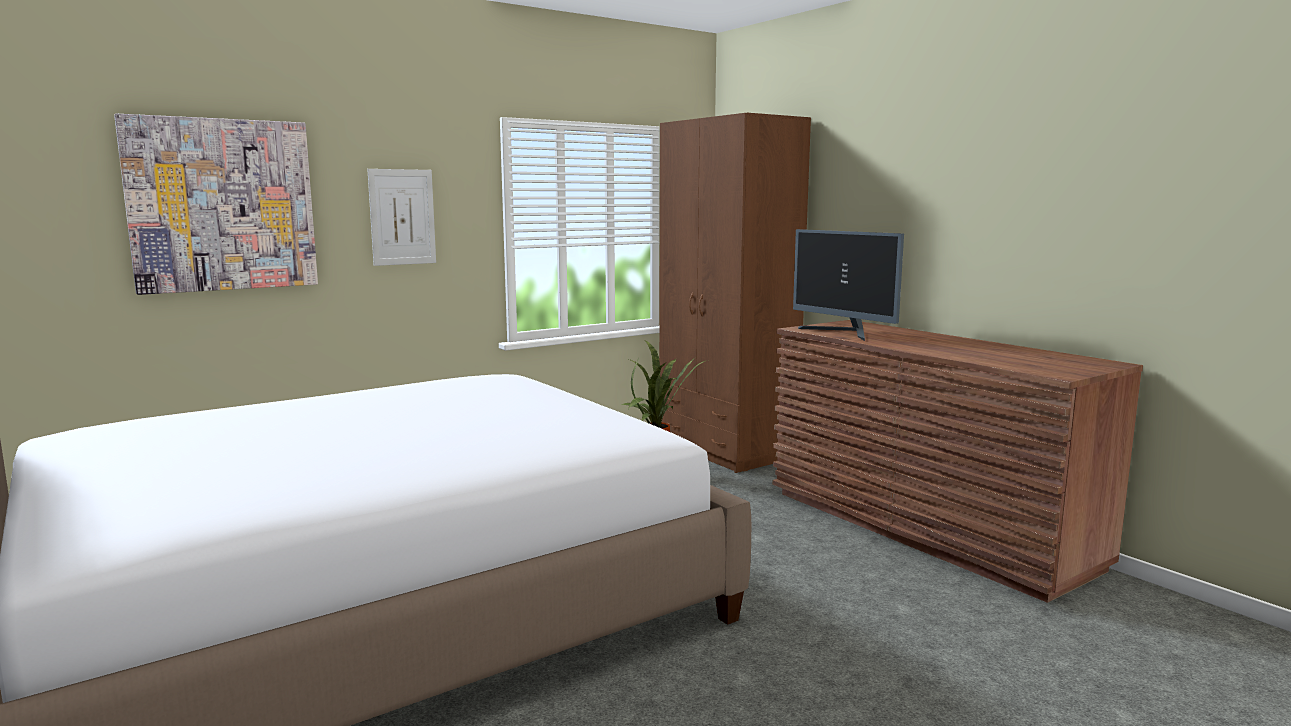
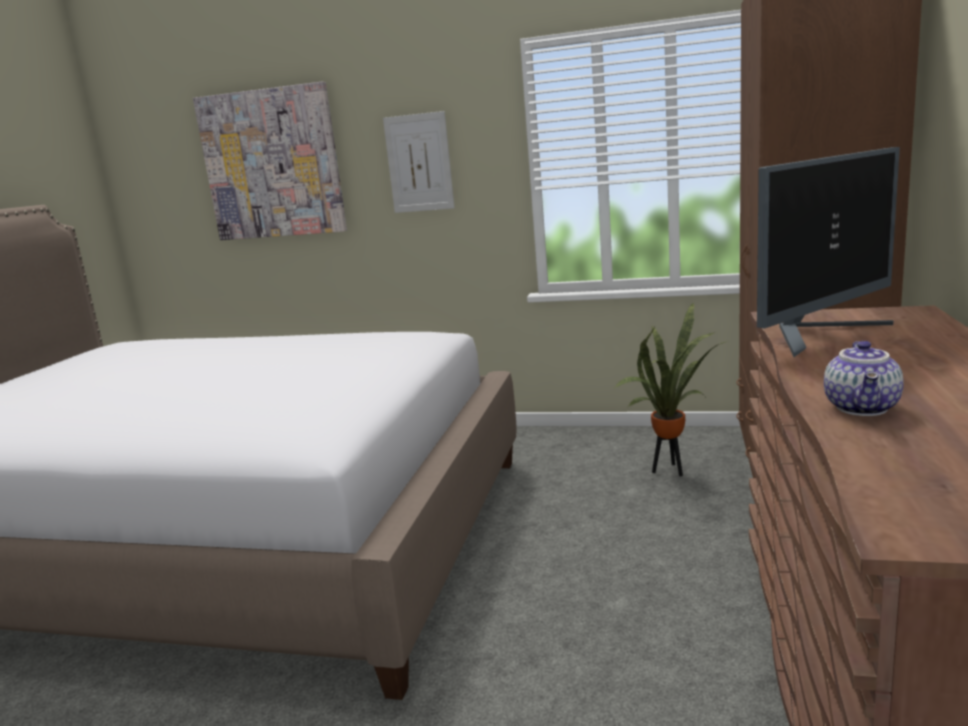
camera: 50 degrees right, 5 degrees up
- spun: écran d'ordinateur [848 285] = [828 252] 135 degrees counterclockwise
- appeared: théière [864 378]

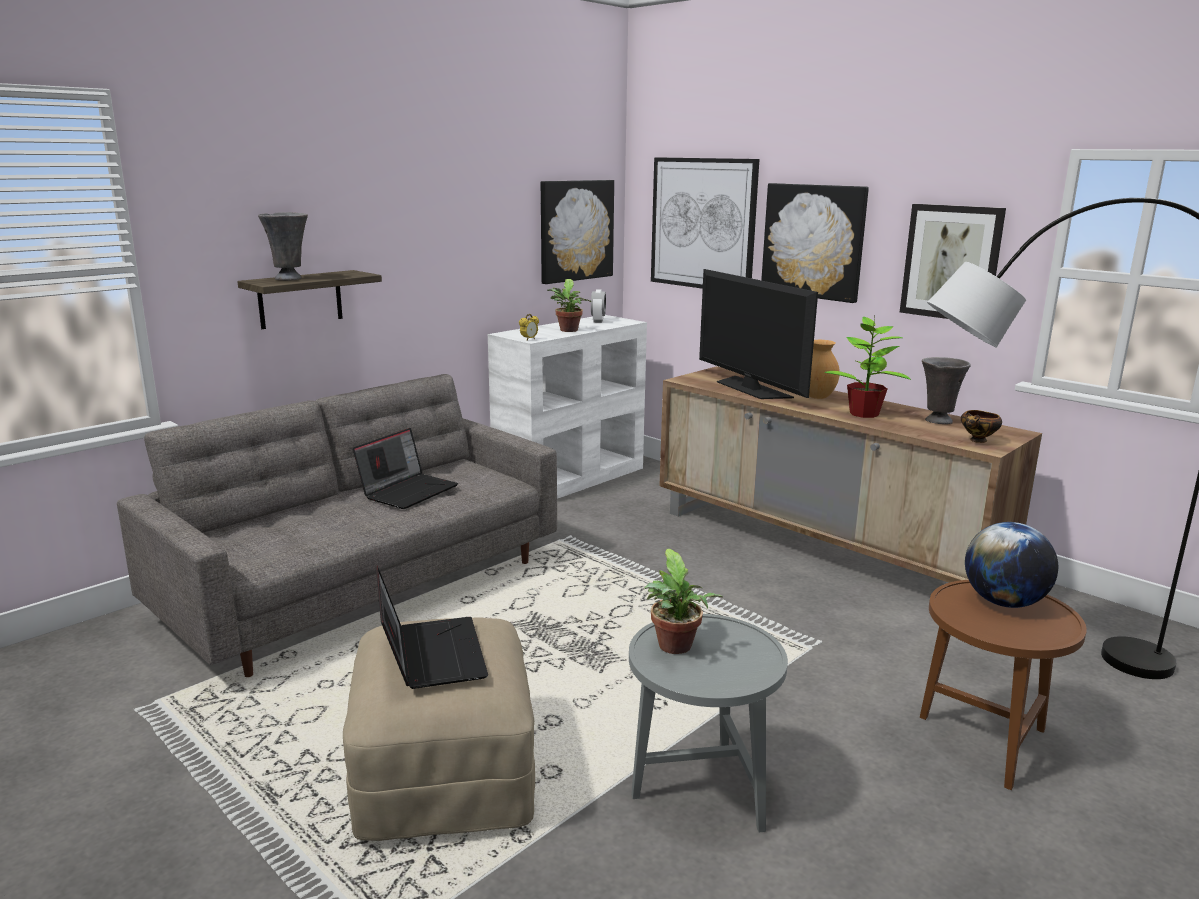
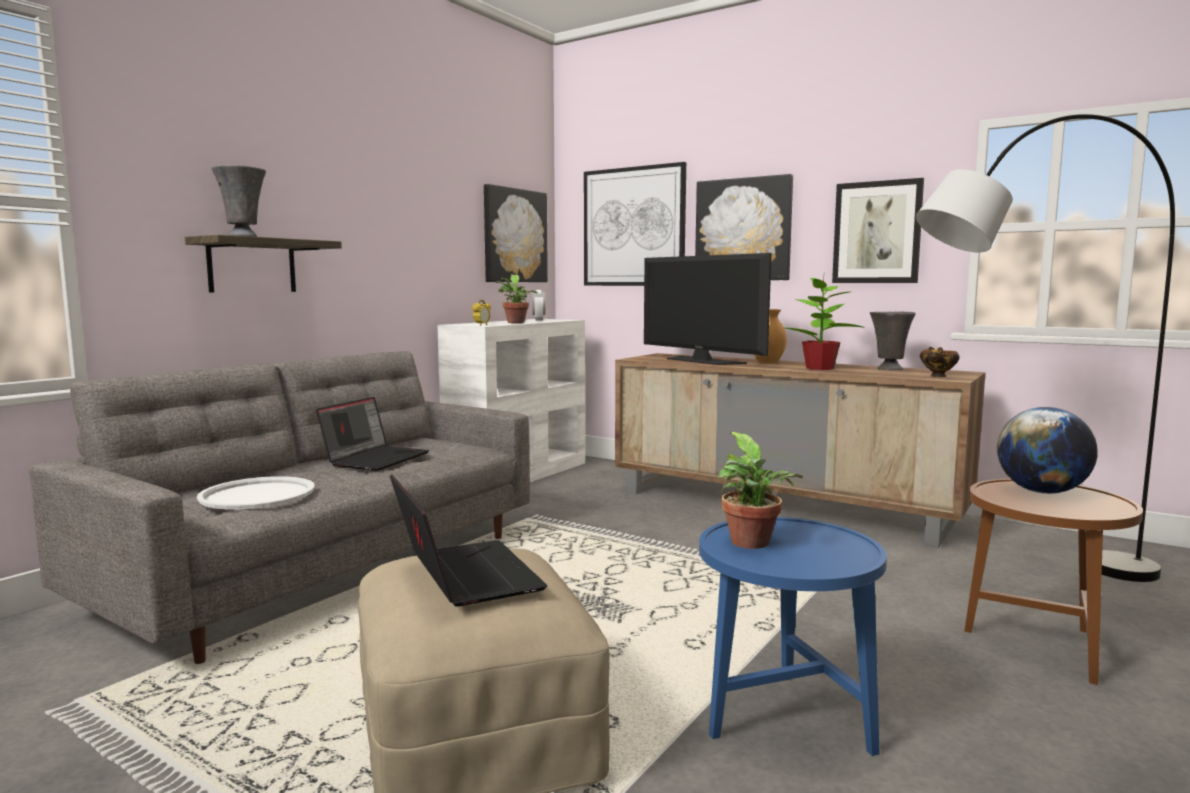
camera: 10 degrees left, 10 degrees down
- colour: table d'appoint [gris] [708 723] to table d'appoint [bleu] [793 636]
- appeared: plateau [blanc] [256 492]

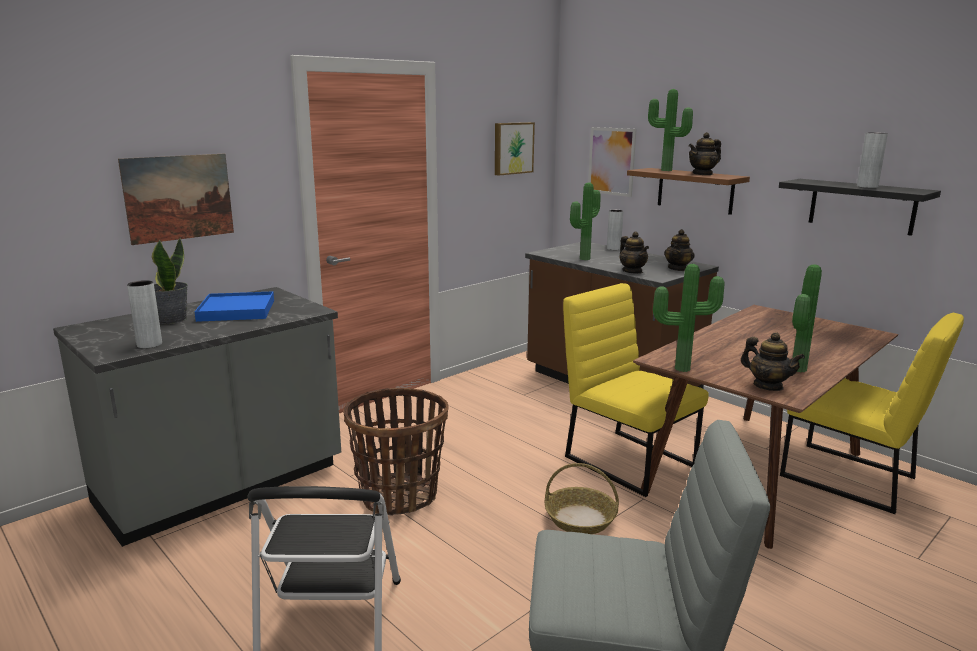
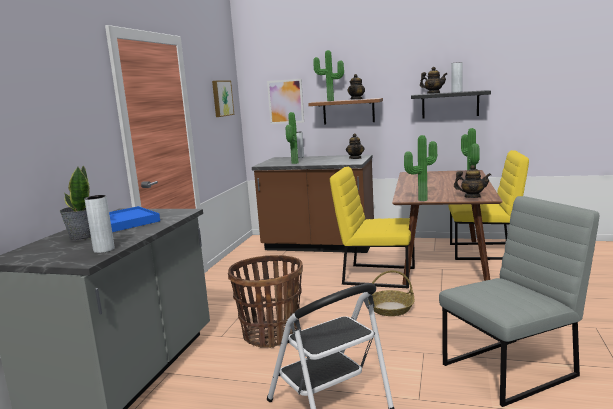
camera: 30 degrees left, 5 degrees down
- missing: tableau [176 199]
- relocated: théière [634 253] to [433 80]

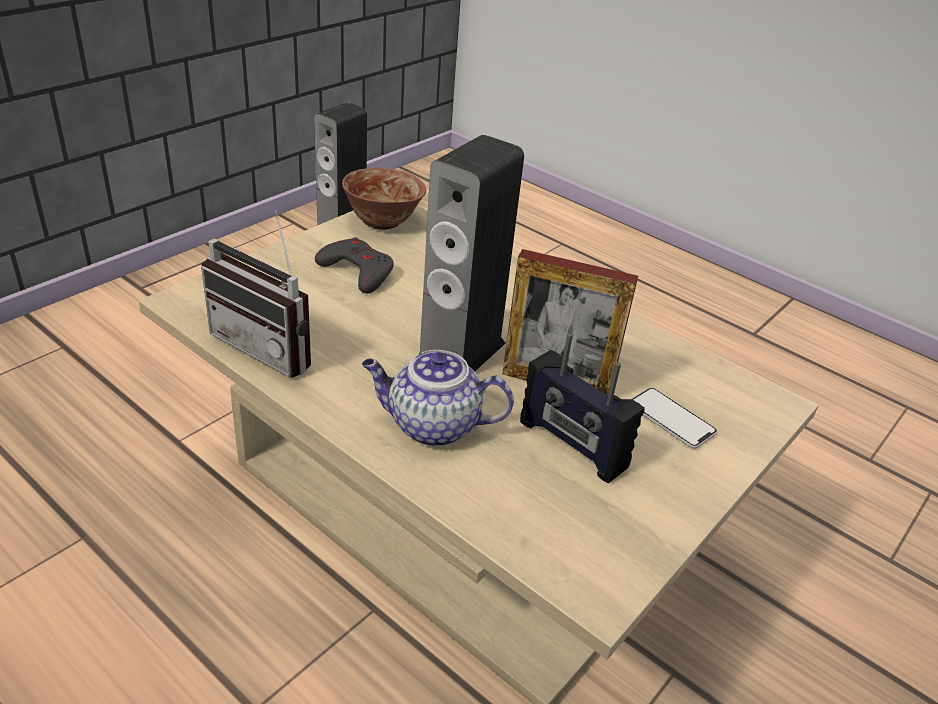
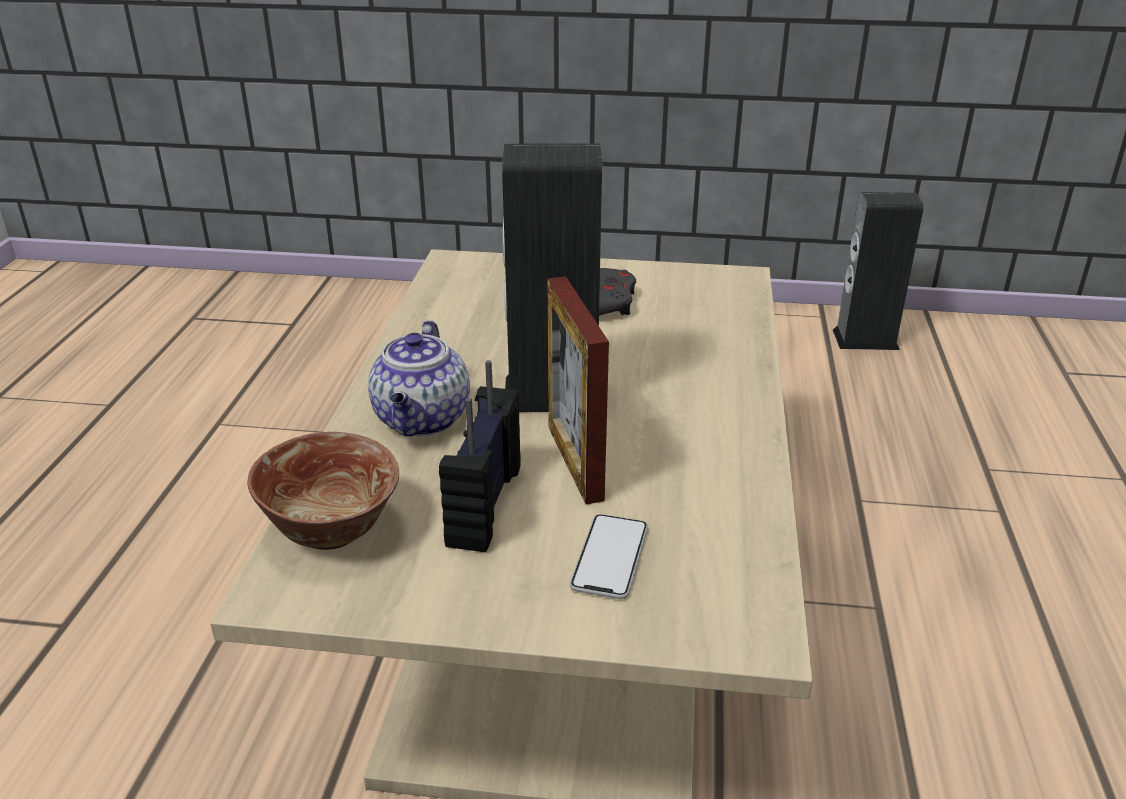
camera: 60 degrees right, 5 degrees down
- missing: radio [256 294]
- relocated: bol [384 199] to [323 491]
- spun: théière [438 398] = [419 378] 150 degrees counterclockwise

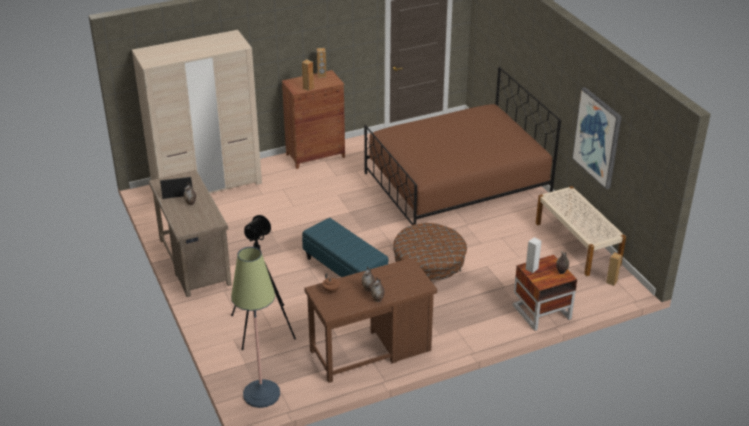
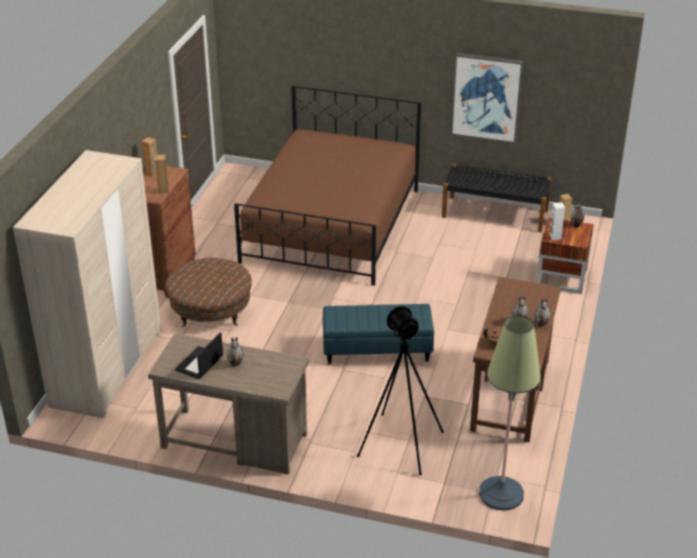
camera: 50 degrees left, 0 degrees up
- relocated: pouf [marron] [430 252] to [208 292]
- colour: banc [beige] [581 231] to banc [noir] [497 198]

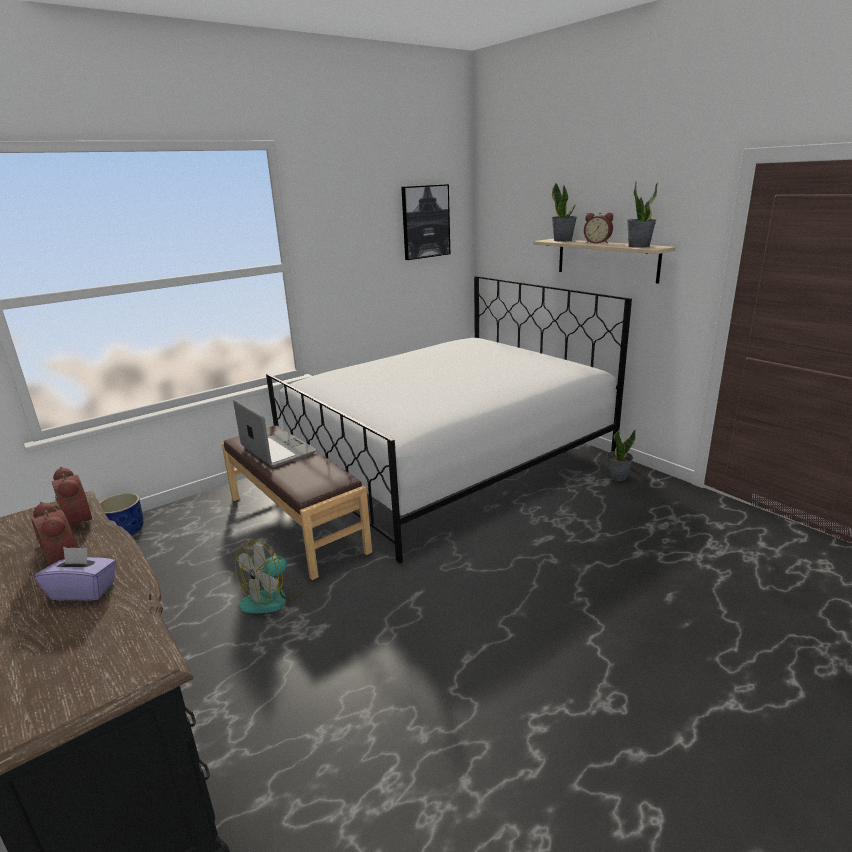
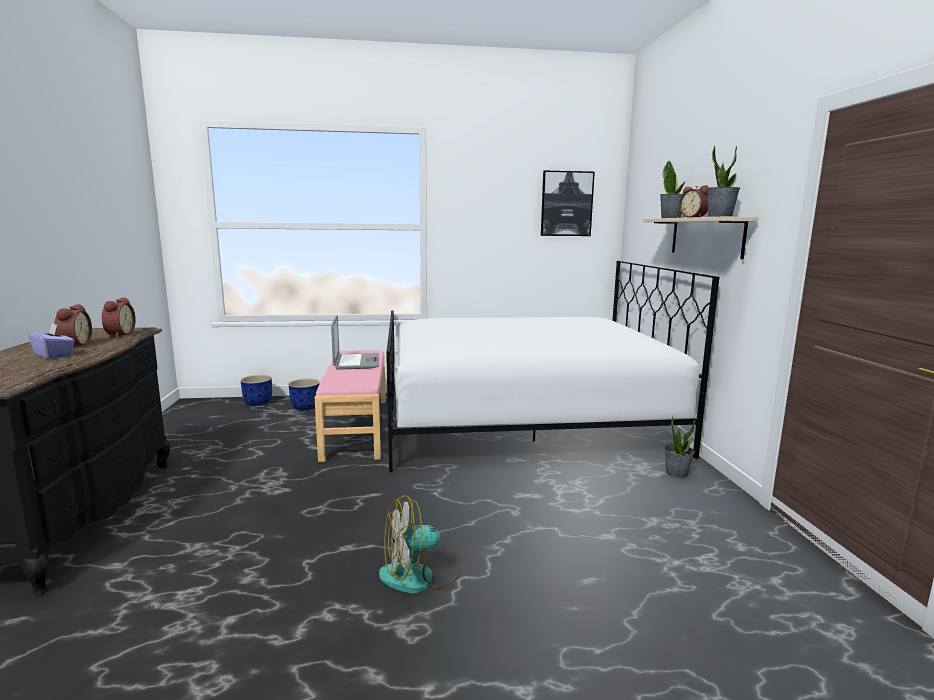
camera: 30 degrees right, 10 degrees down
- colour: banc [marron] [296 502] to banc [rose] [350 406]
- relocated: ventilateur [270 576] to [419 544]
- appeared: cache-pot [bleu] [304 395]

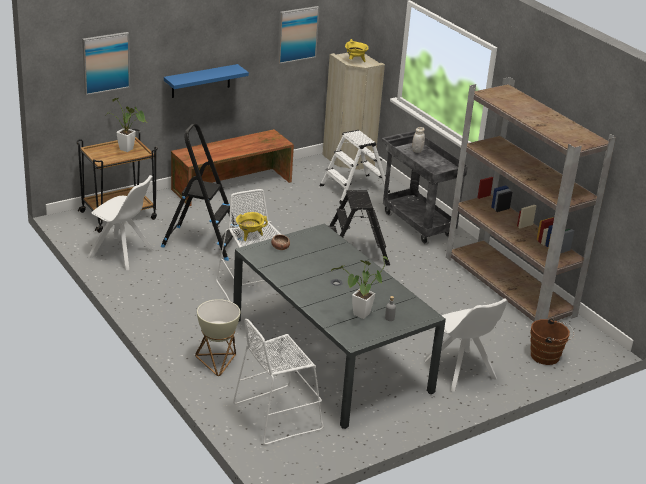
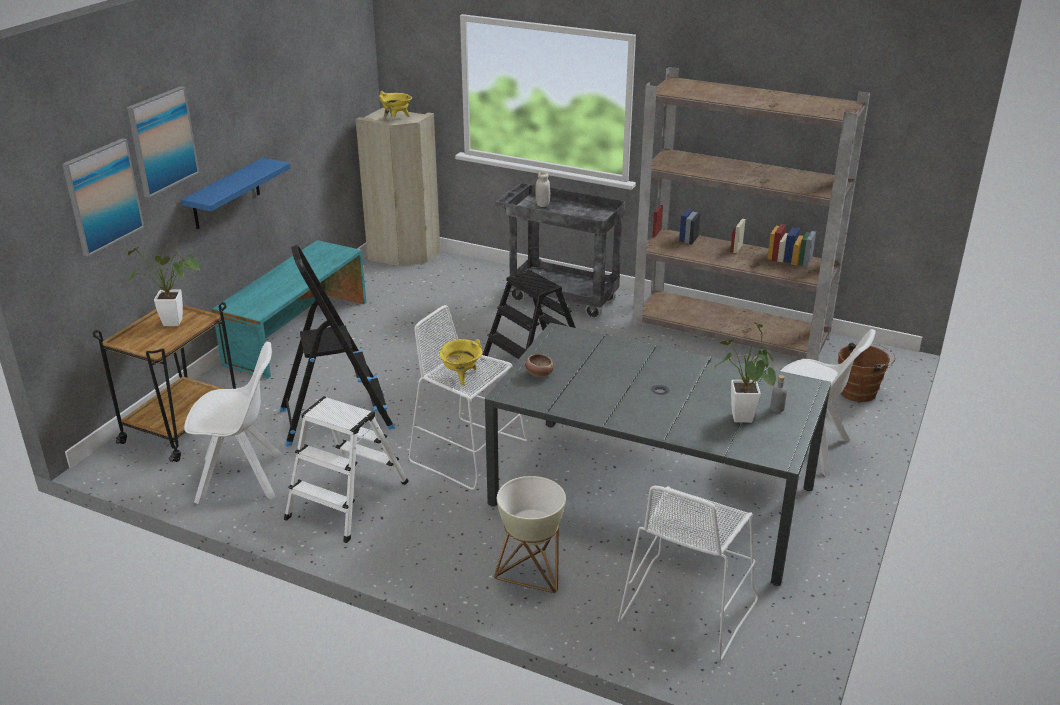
camera: 30 degrees left, 0 degrees up
- colour: banc [marron] [232 167] to banc [turquoise] [289 309]
- relocated: tableau [298 35] to [163 142]
- relocated: escabeau [blanc] [355 167] to [346 469]

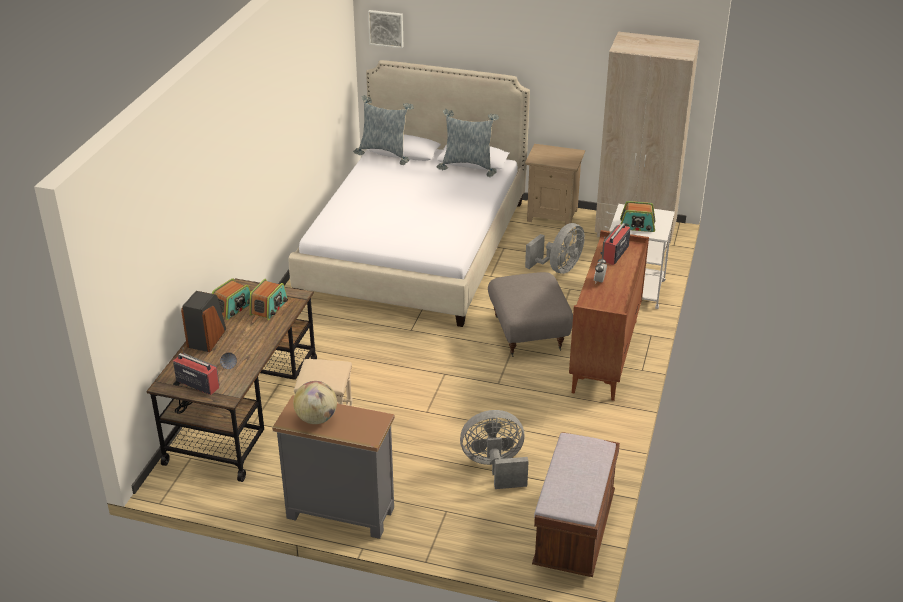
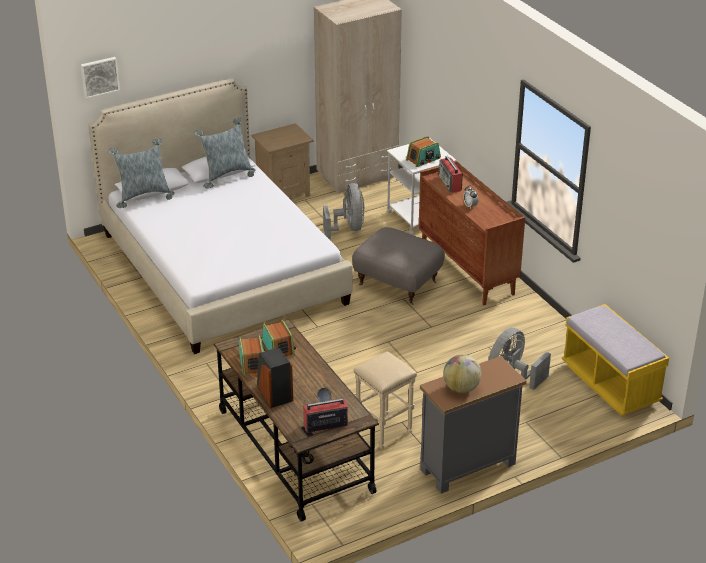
camera: 45 degrees left, 0 degrees up
- colour: banc [marron] [576 504] to banc [jaune] [615 360]

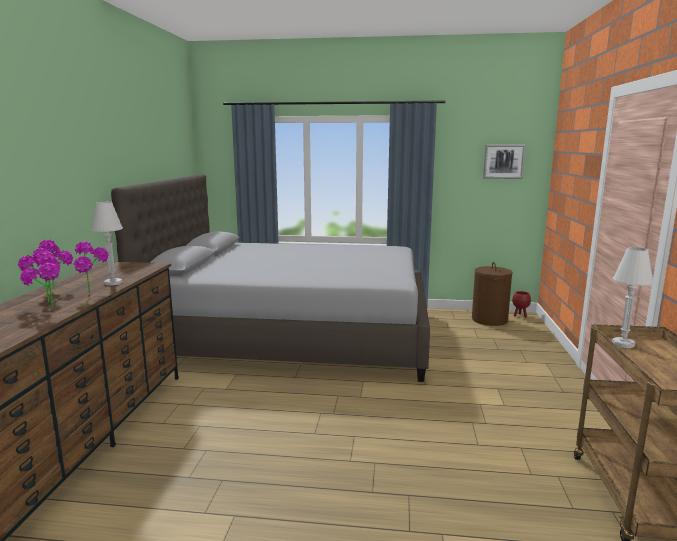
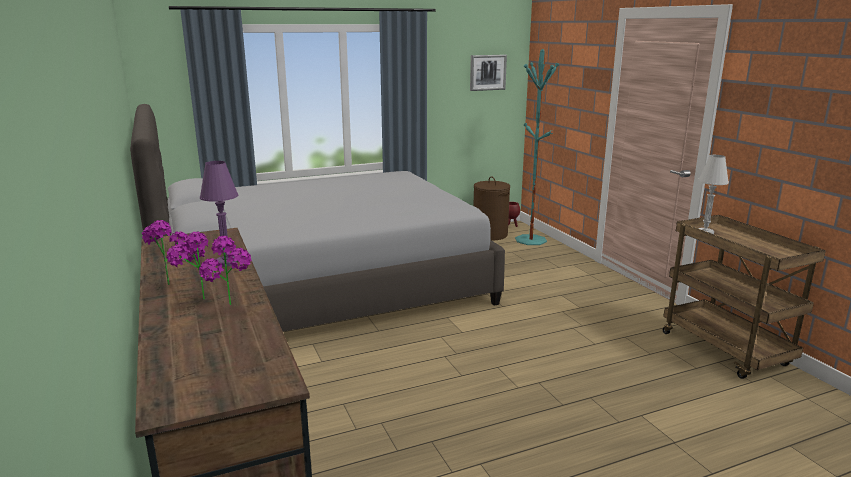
camera: 30 degrees left, 5 degrees up
- missing: plante en pot [91 267]
- colour: lampe de table [blanc] [107 244] to lampe de table [violet] [219 214]
- appeared: portant [turquoise] [537 147]

